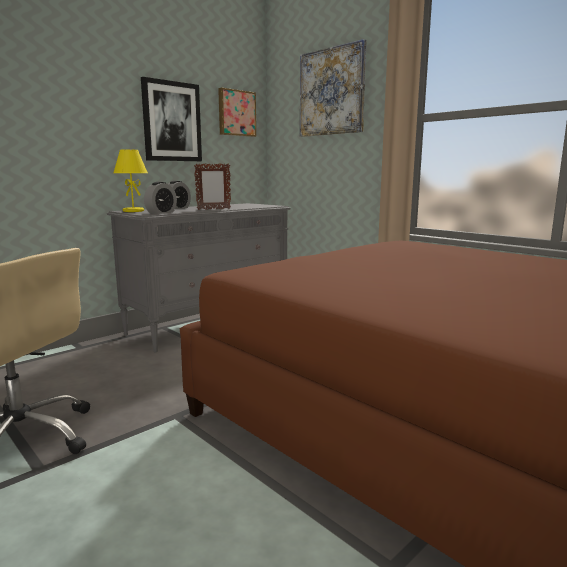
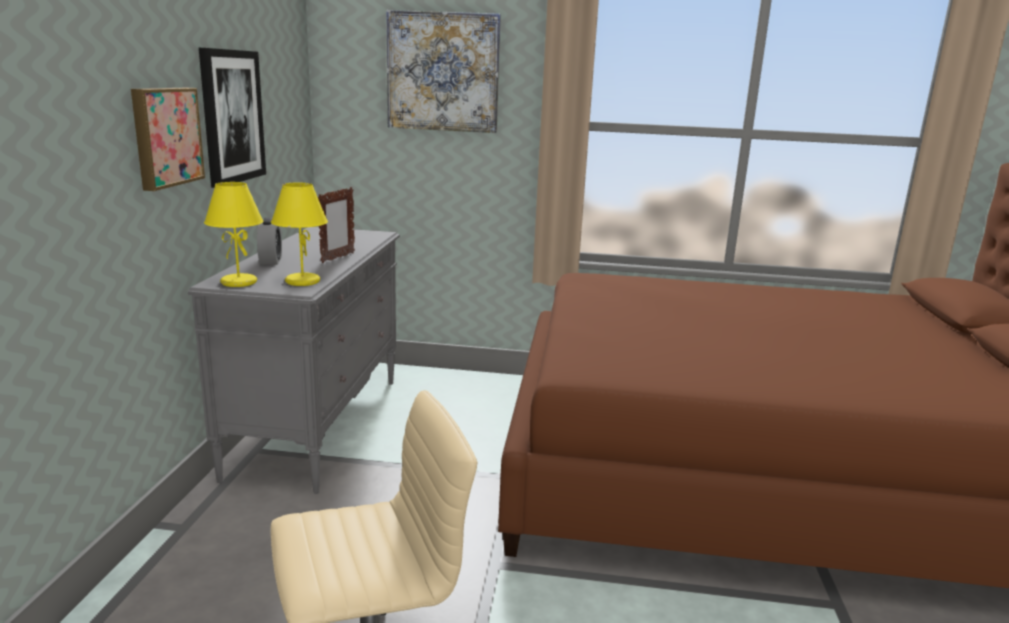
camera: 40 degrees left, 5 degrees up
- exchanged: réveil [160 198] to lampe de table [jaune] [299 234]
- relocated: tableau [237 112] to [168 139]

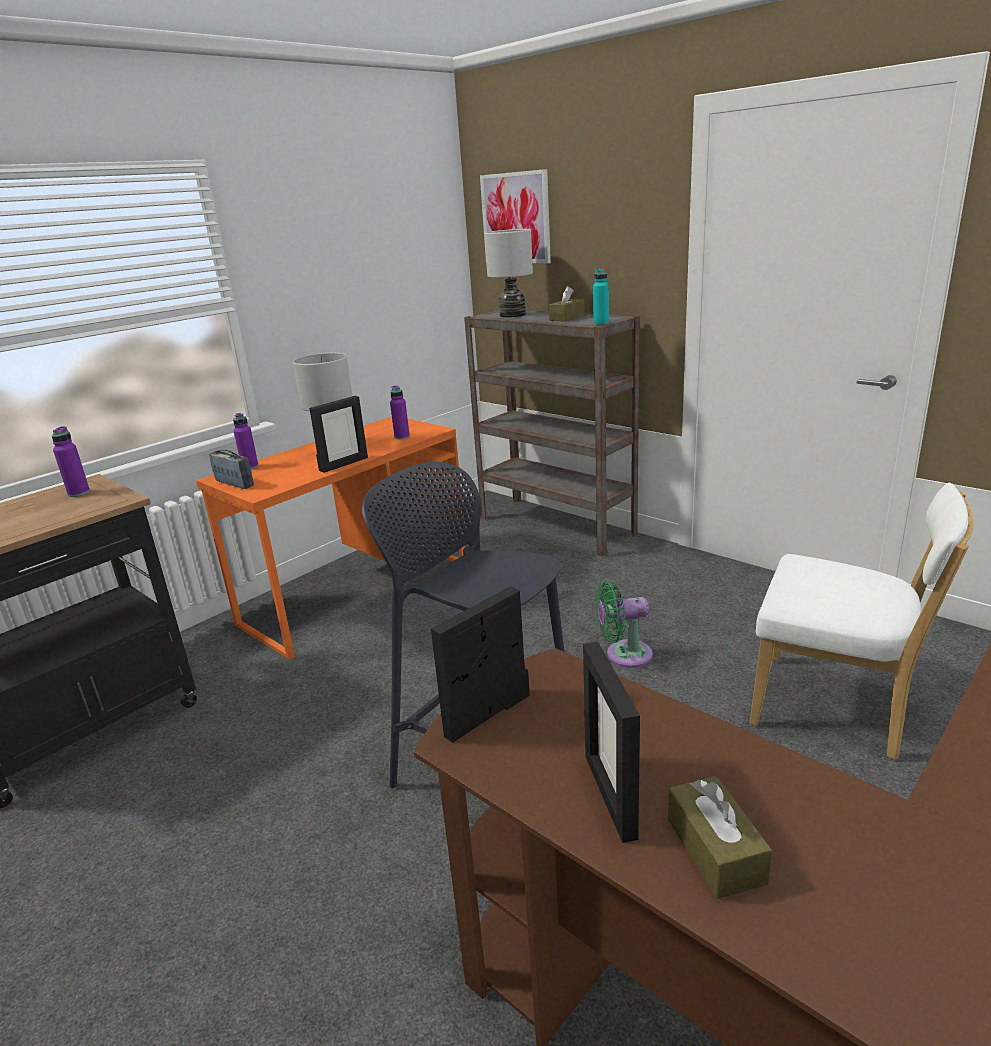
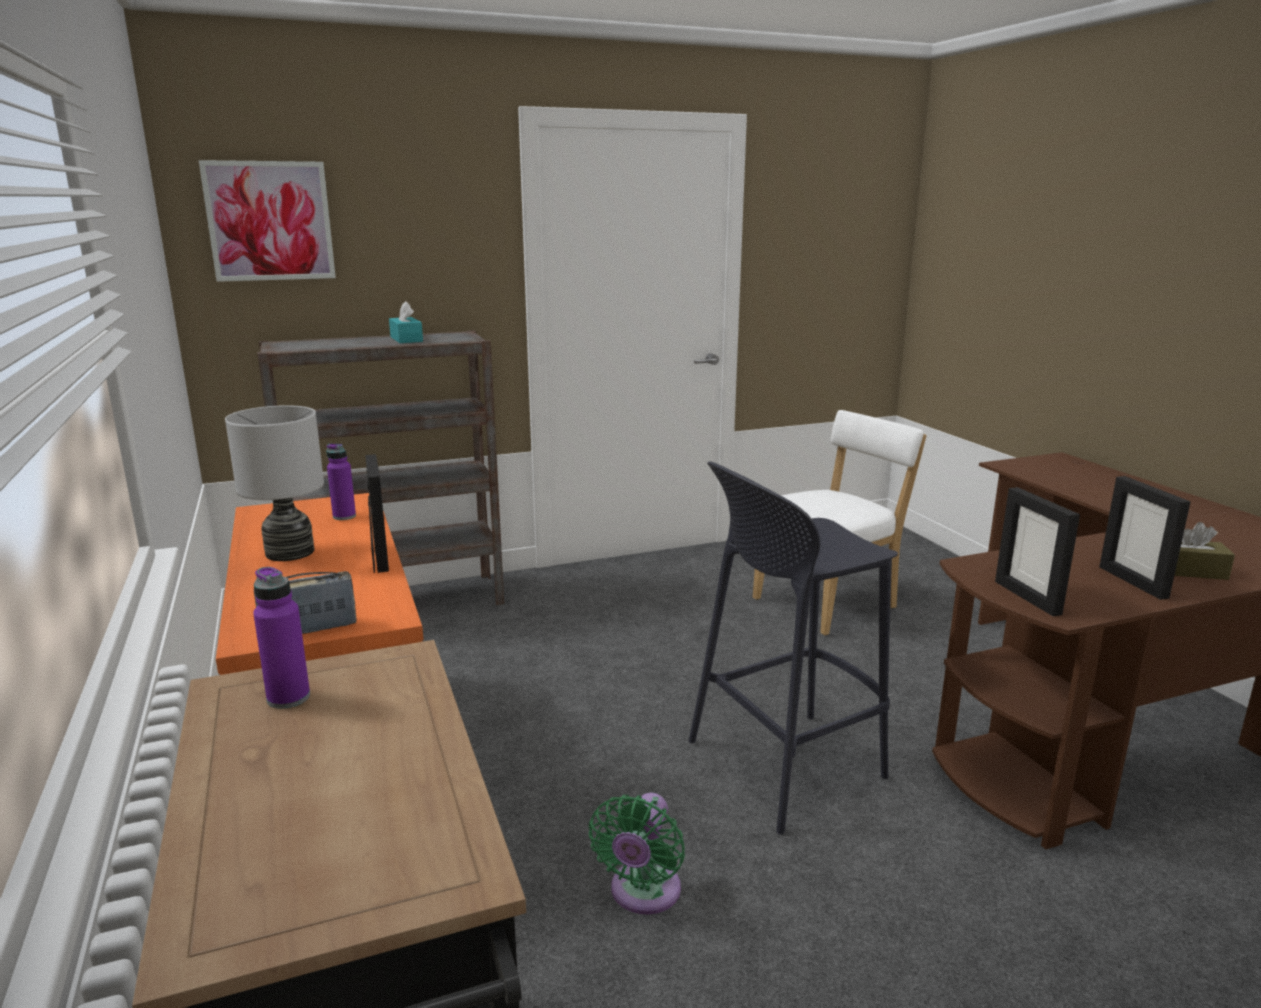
camera: 65 degrees left, 5 degrees down
- missing: bouteille [violet] [246 441]
- missing: lampe de table [gris] [508 273]
- colour: boîte à mouchoirs [marron] [567 304] to boîte à mouchoirs [turquoise] [406 322]
- spun: cadre photo [611 742] = [1145 538] 60 degrees clockwise
- missing: bouteille [turquoise] [601 297]
- relocated: ventilateur [vert] [624 624] to [637 854]

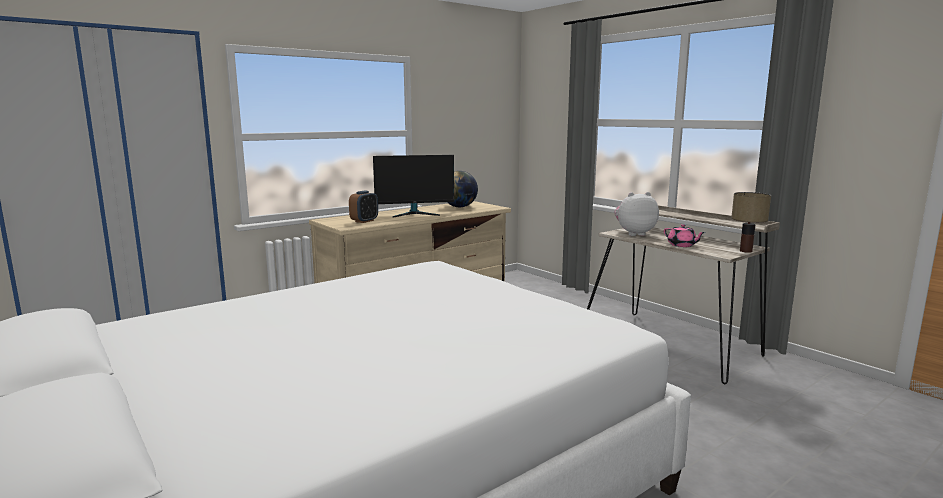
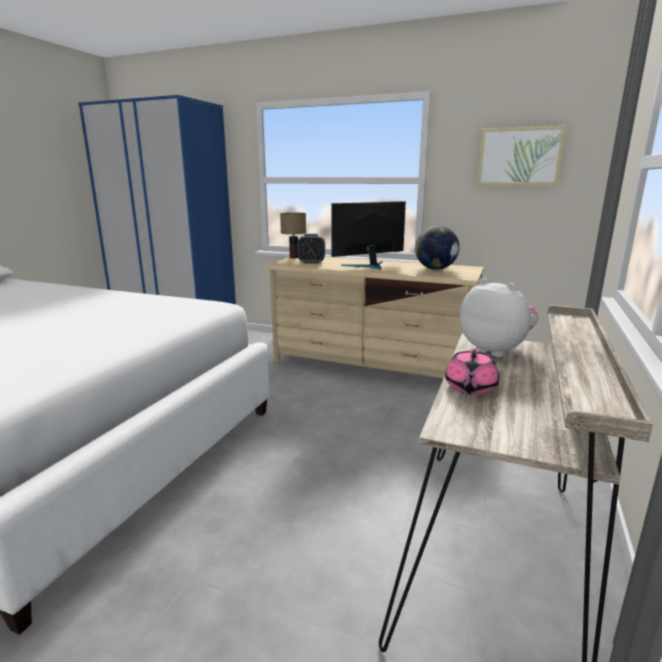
camera: 60 degrees right, 5 degrees up
- spun: écran d'ordinateur [413 186] = [368 235] 105 degrees clockwise
- relocated: lampe de table [751 222] to [293 235]
- appeared: tableau [521 155]

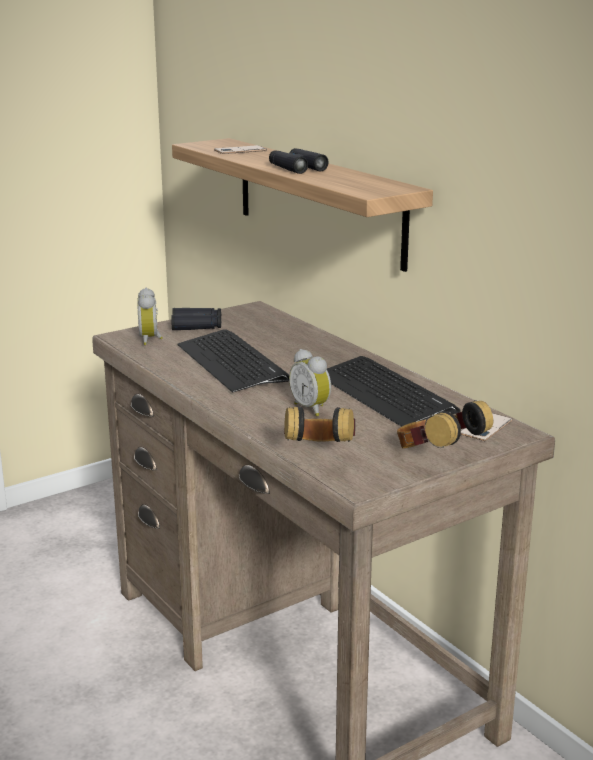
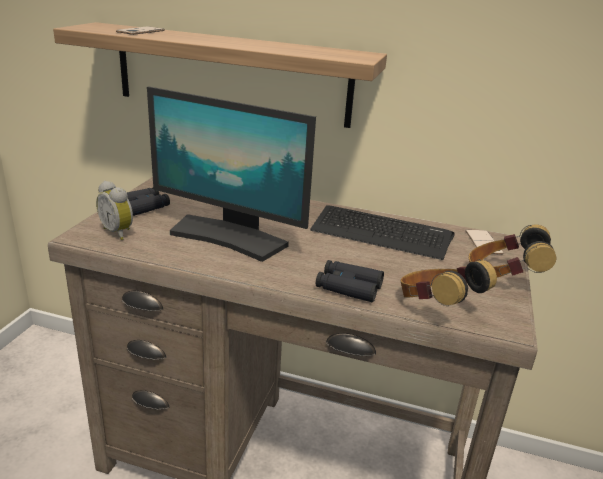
camera: 40 degrees left, 5 degrees up
- exchanged: clavier [233 361] to écran d'ordinateur [231 174]
- relocated: jumelles [noir] [299 161] to [350 281]
- missing: réveil [310 383]

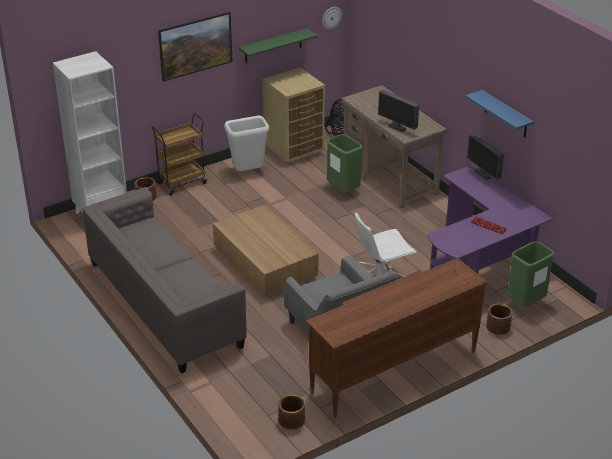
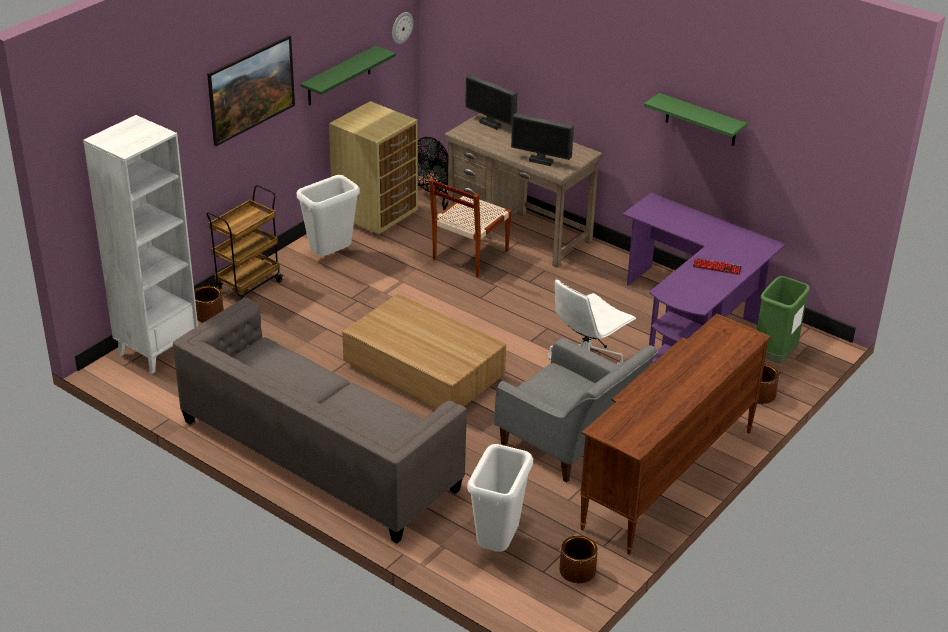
camera: 20 degrees left, 0 degrees up
- exchanged: poubelle [vert] [345 163] to chaise [470 227]
- colour: étagère [bleu] [499 113] to étagère [vert] [695 119]
- relocated: écran d'ordinateur [485 156] to [491 102]
- appeared: poubelle [blanc] [500 498]

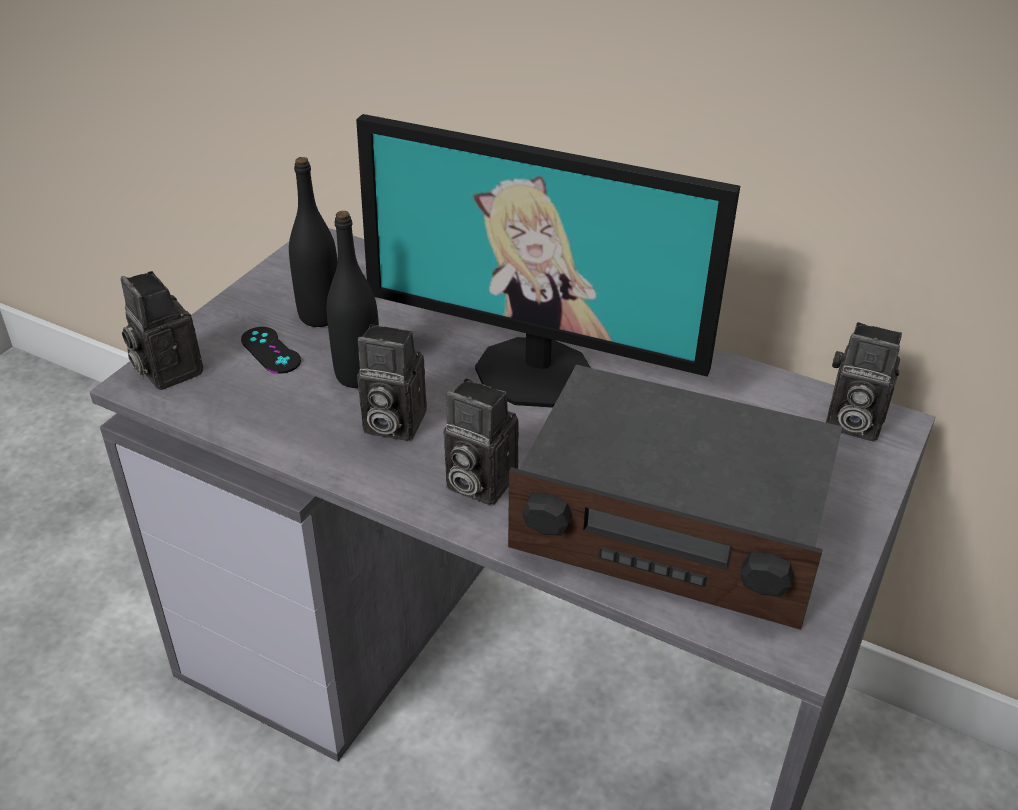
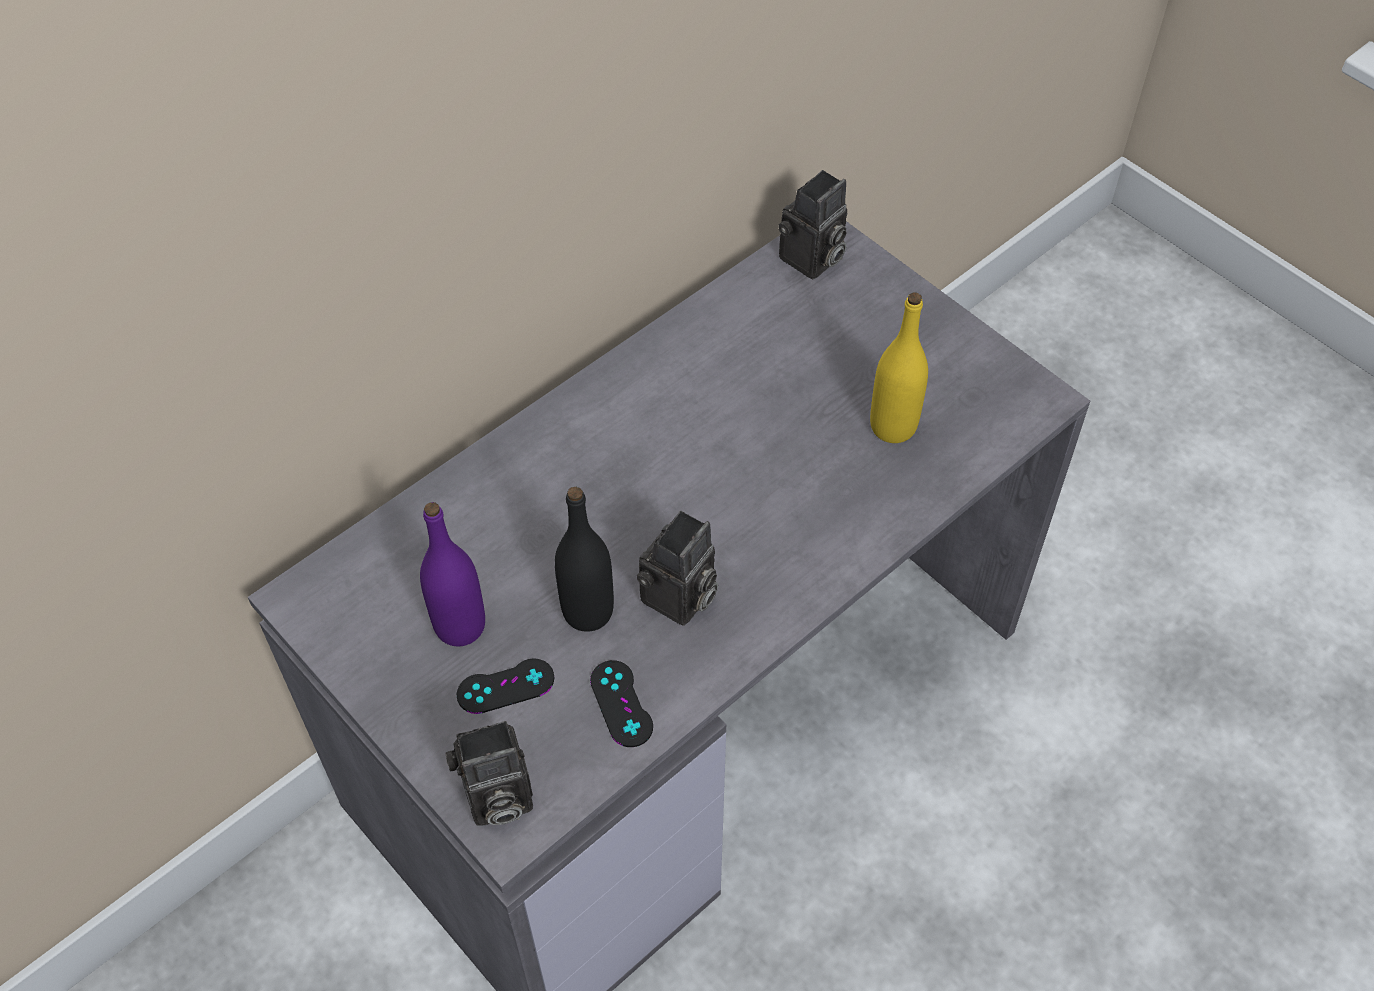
camera: 70 degrees left, 15 degrees up
- colour: bouteille [noir] [313 242] to bouteille [violet] [452 574]
- missing: écran d'ordinateur [548 261]
- missing: appareil photo [481 442]
- exchanged: radio [675 497] to bouteille [jaune] [899 367]
- appeared: manette [noir] [621 703]

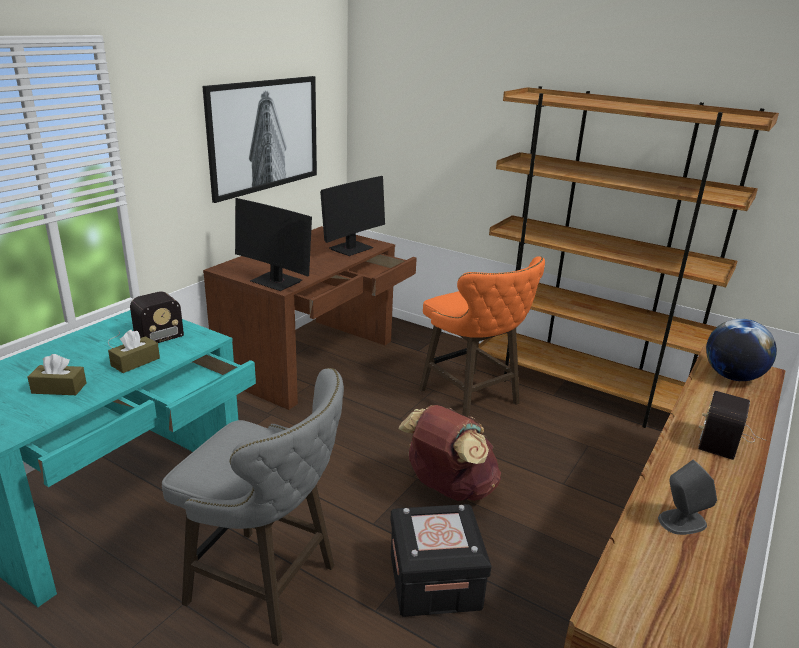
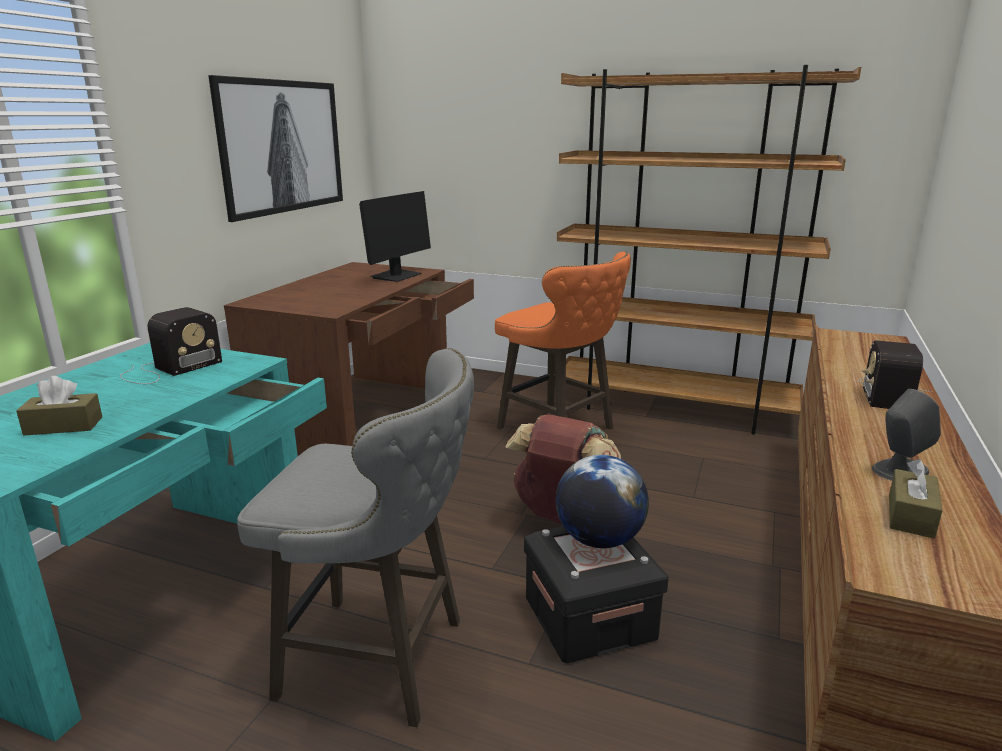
camera: 10 degrees left, 5 degrees down
- relocated: boîte à mouchoirs [marron] [134 351] to [915 498]
- missing: écran d'ordinateur [273 244]
- relocated: globe [741 350] to [602 501]

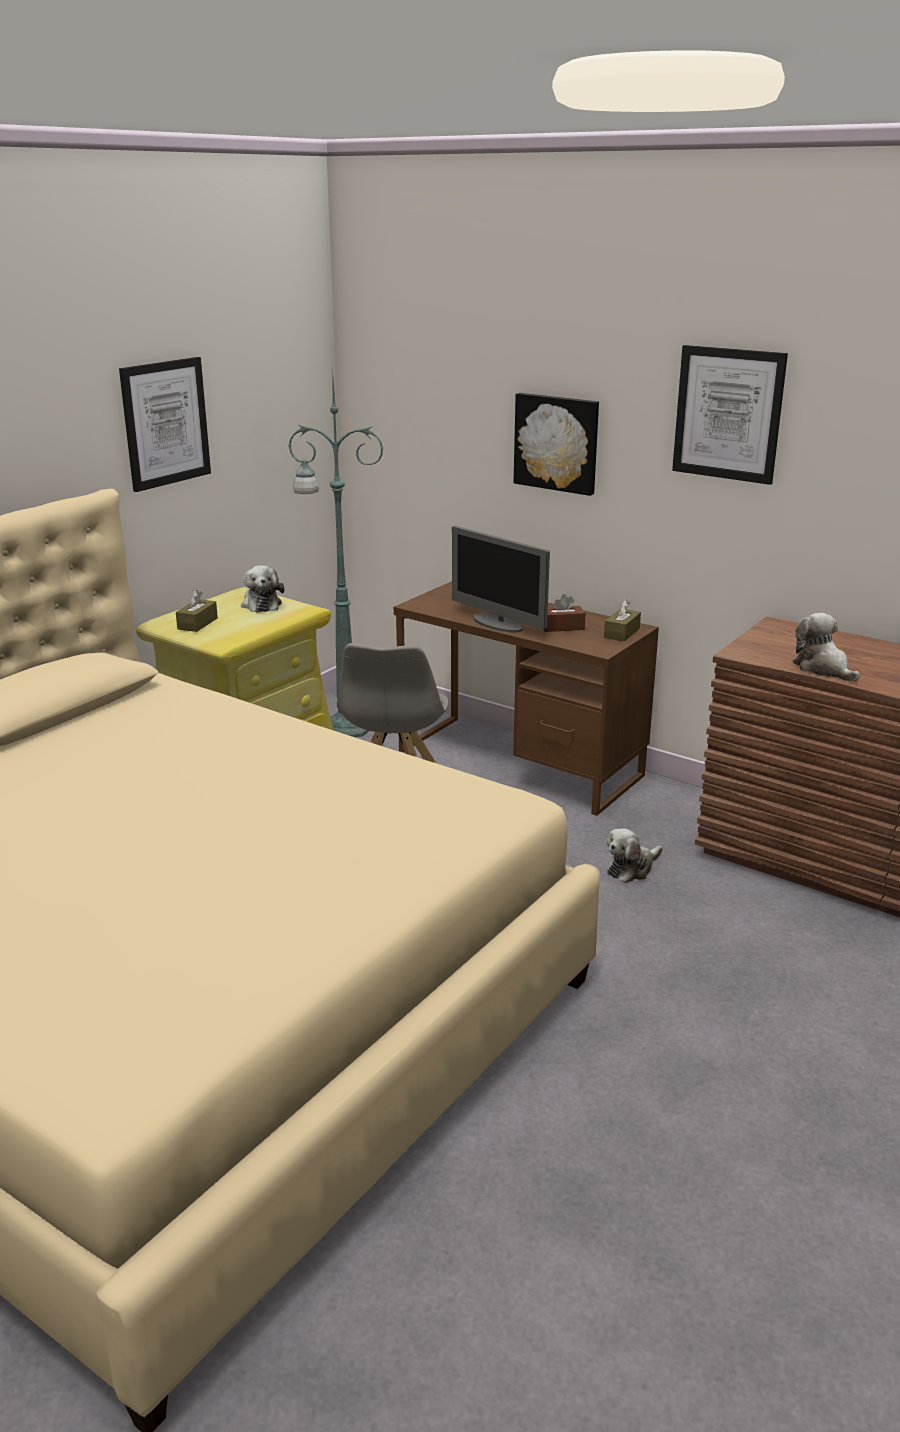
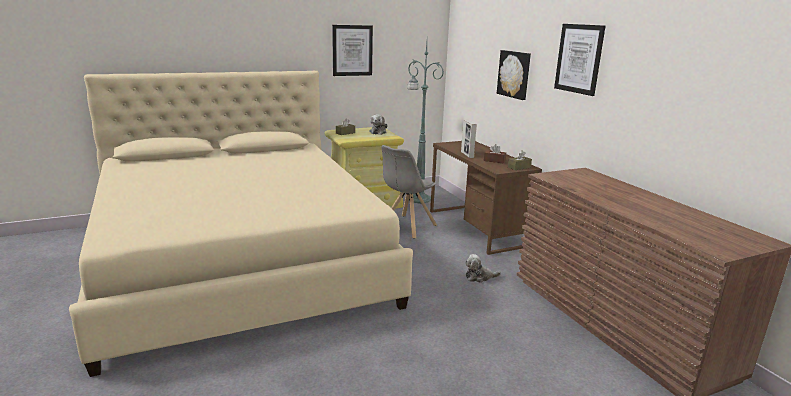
camera: 30 degrees right, 5 degrees down
- exchanged: écran d'ordinateur [501 579] to cadre photo [469 138]
- missing: peluche [826 647]

